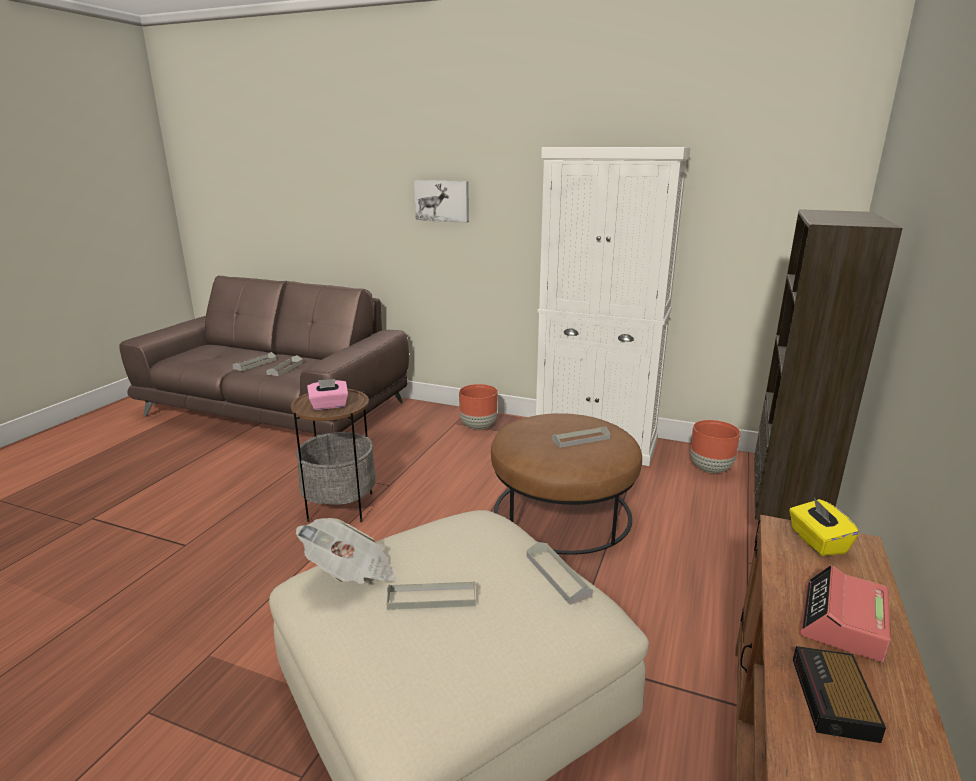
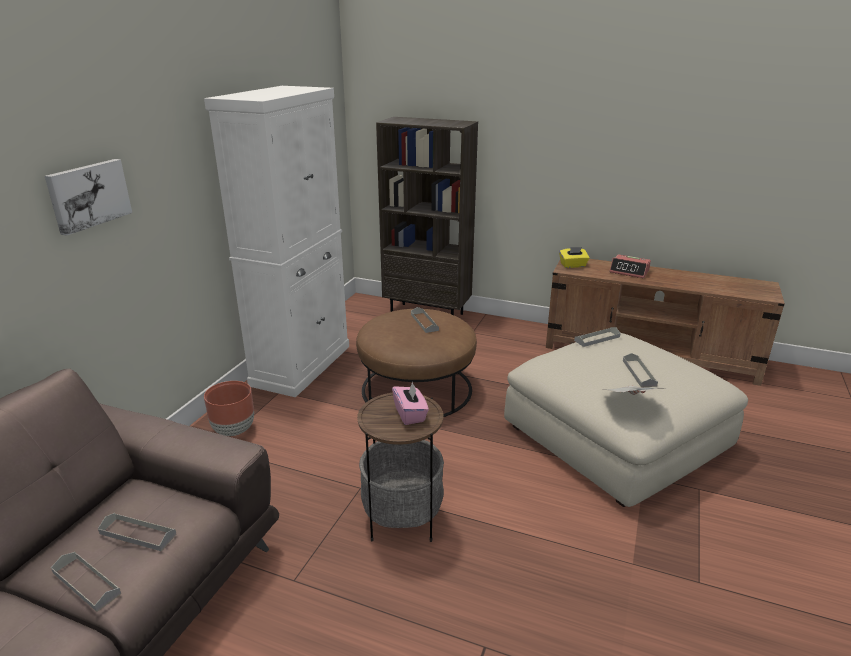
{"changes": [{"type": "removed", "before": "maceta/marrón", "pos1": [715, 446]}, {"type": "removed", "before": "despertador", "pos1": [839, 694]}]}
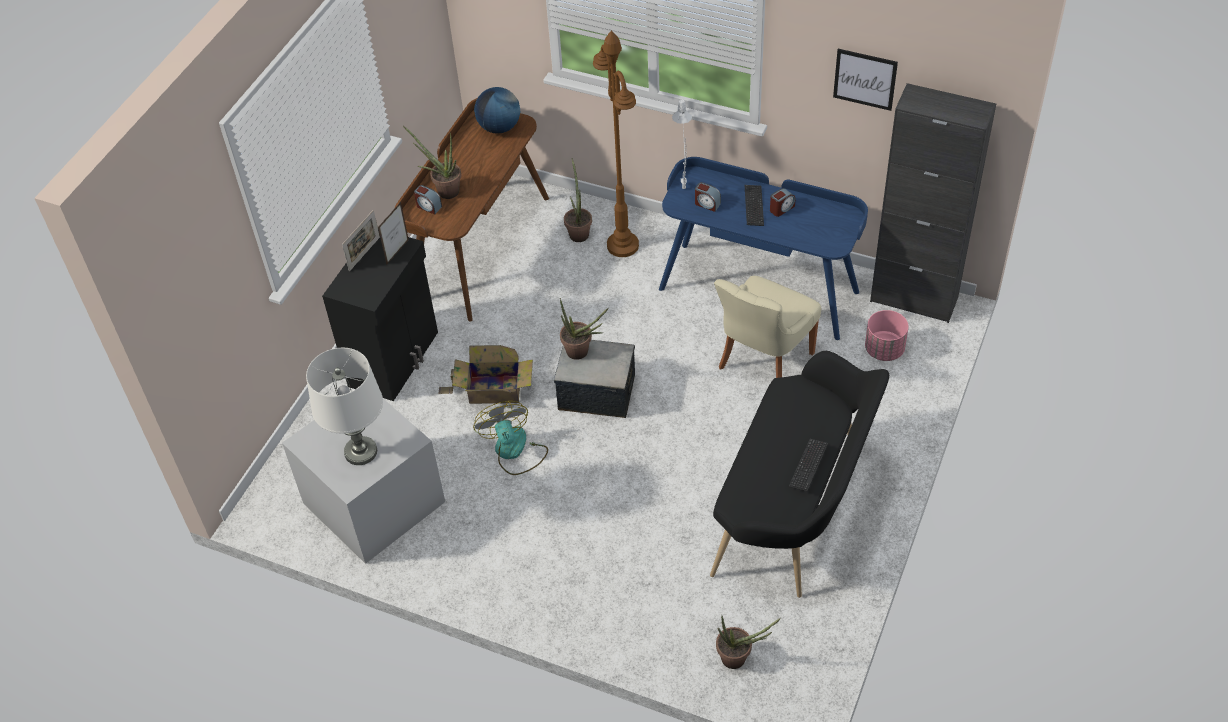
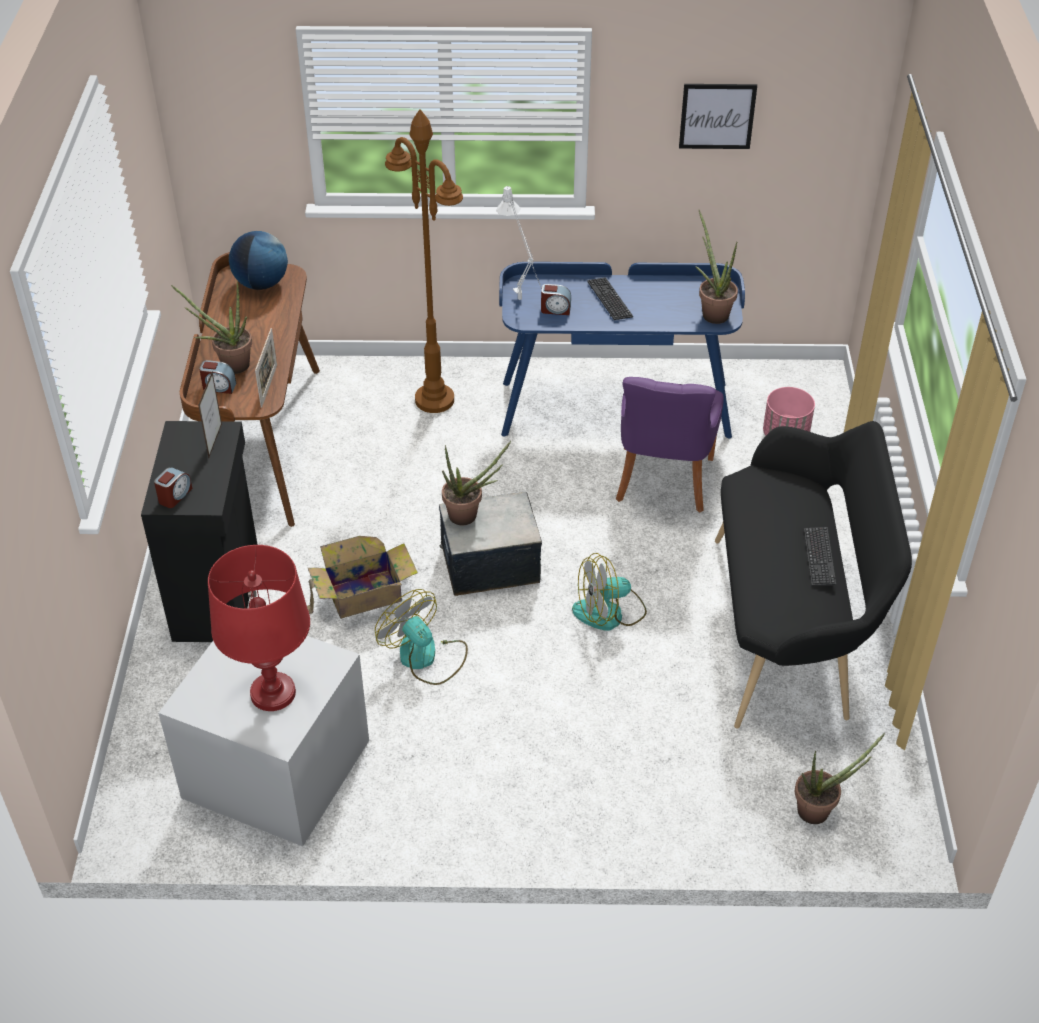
{"changes": [{"type": "recoloured", "before": "lámpara de mesa/blanco", "after": "lámpara de mesa/rojo", "pos1": [344, 406], "pos2": [259, 628]}, {"type": "moved", "before": "portarretratos", "pos1": [361, 240], "pos2": [266, 368]}, {"type": "moved", "before": "planta en maceta", "pos1": [578, 200], "pos2": [716, 267]}, {"type": "recoloured", "before": "silla/beis", "after": "silla/morado", "pos1": [767, 327], "pos2": [670, 445]}, {"type": "moved", "before": "despertador", "pos1": [782, 202], "pos2": [173, 487]}, {"type": "removed", "before": "armario/negro", "pos1": [933, 203]}, {"type": "added", "after": "ventilador", "pos2": [609, 592]}]}
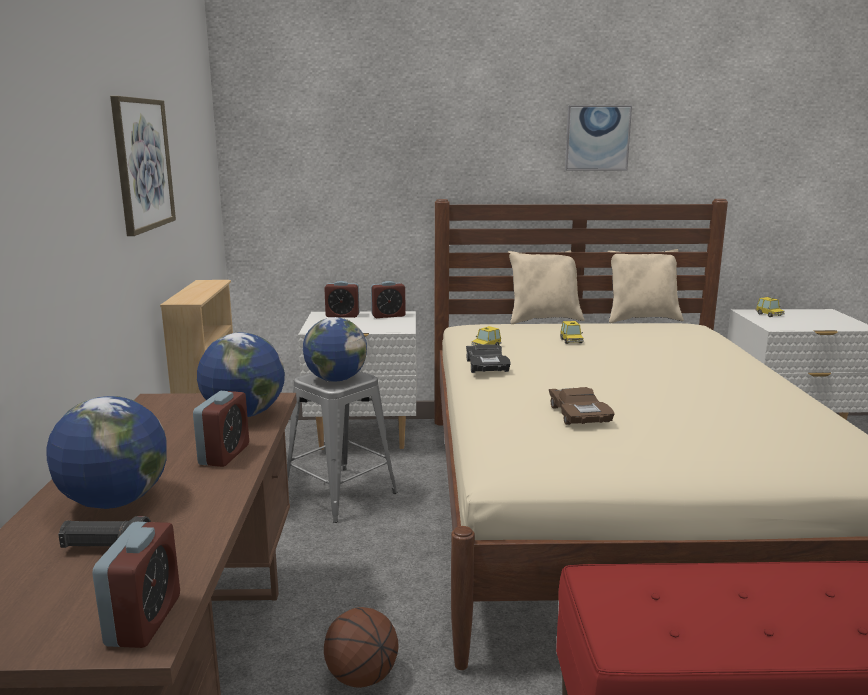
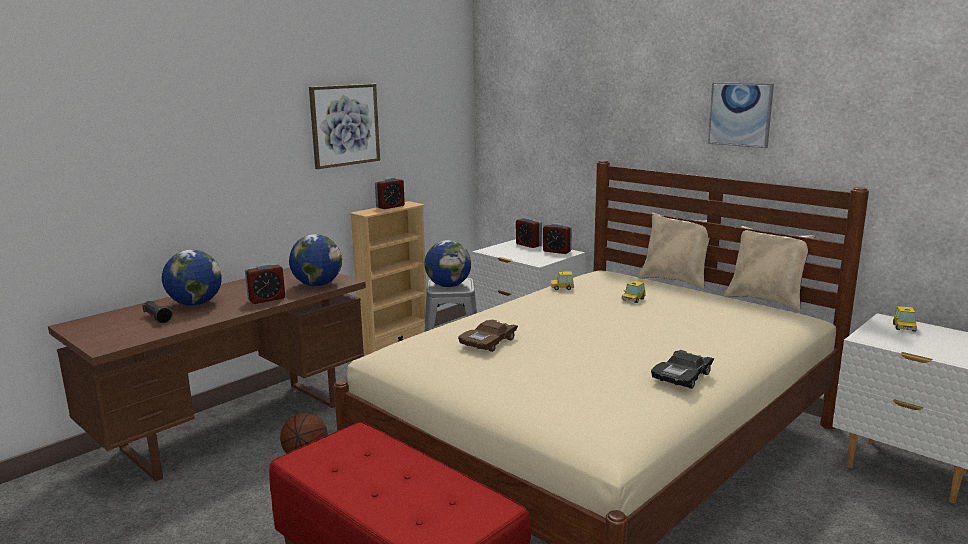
{"changes": [{"type": "moved", "before": "despertador", "pos1": [136, 585], "pos2": [390, 193]}, {"type": "moved", "before": "coche de juguete/negro", "pos1": [488, 358], "pos2": [682, 369]}]}
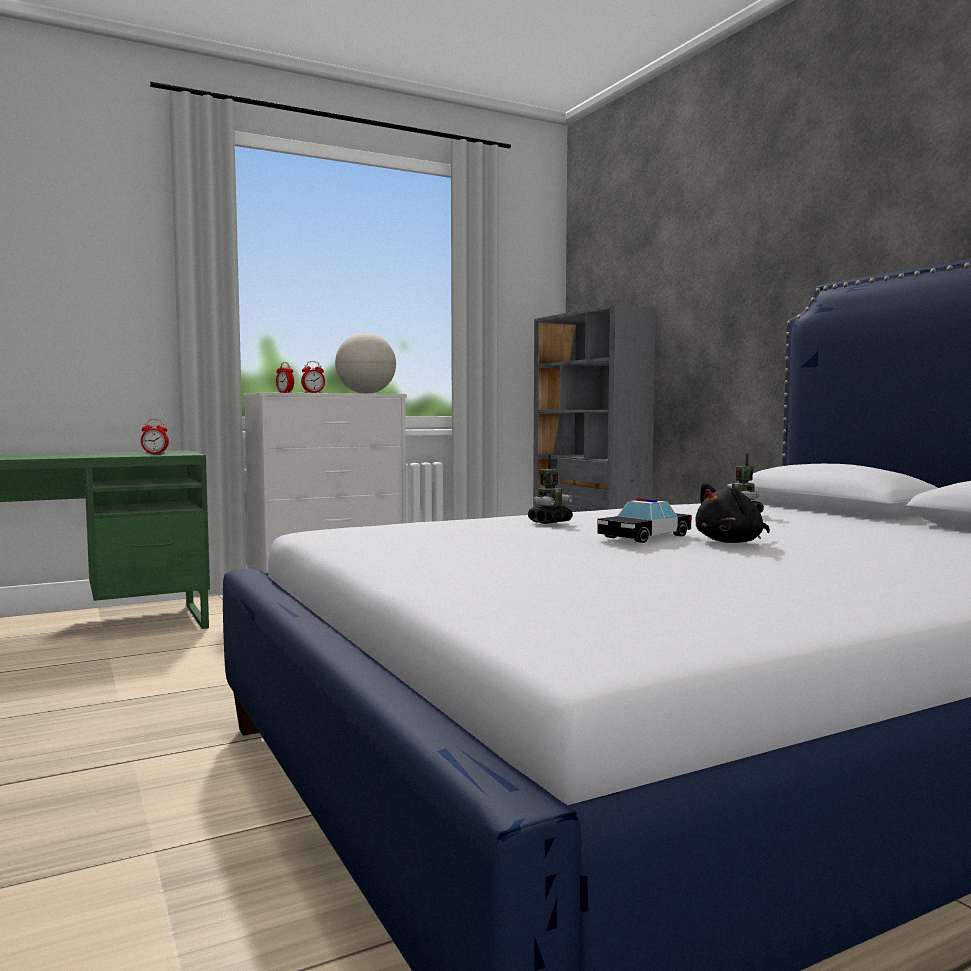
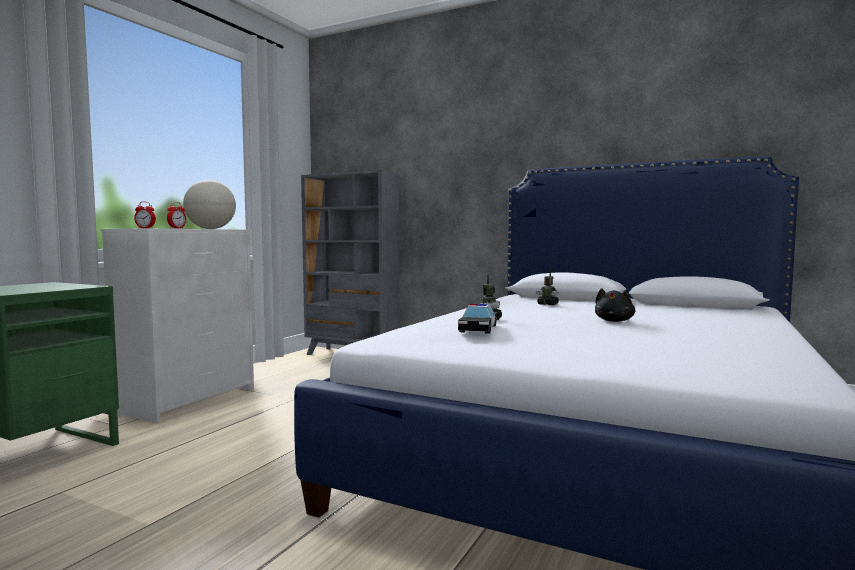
{"changes": [{"type": "removed", "before": "despertador", "pos1": [155, 436]}, {"type": "moved", "before": "coche de juguete", "pos1": [644, 520], "pos2": [477, 319]}]}
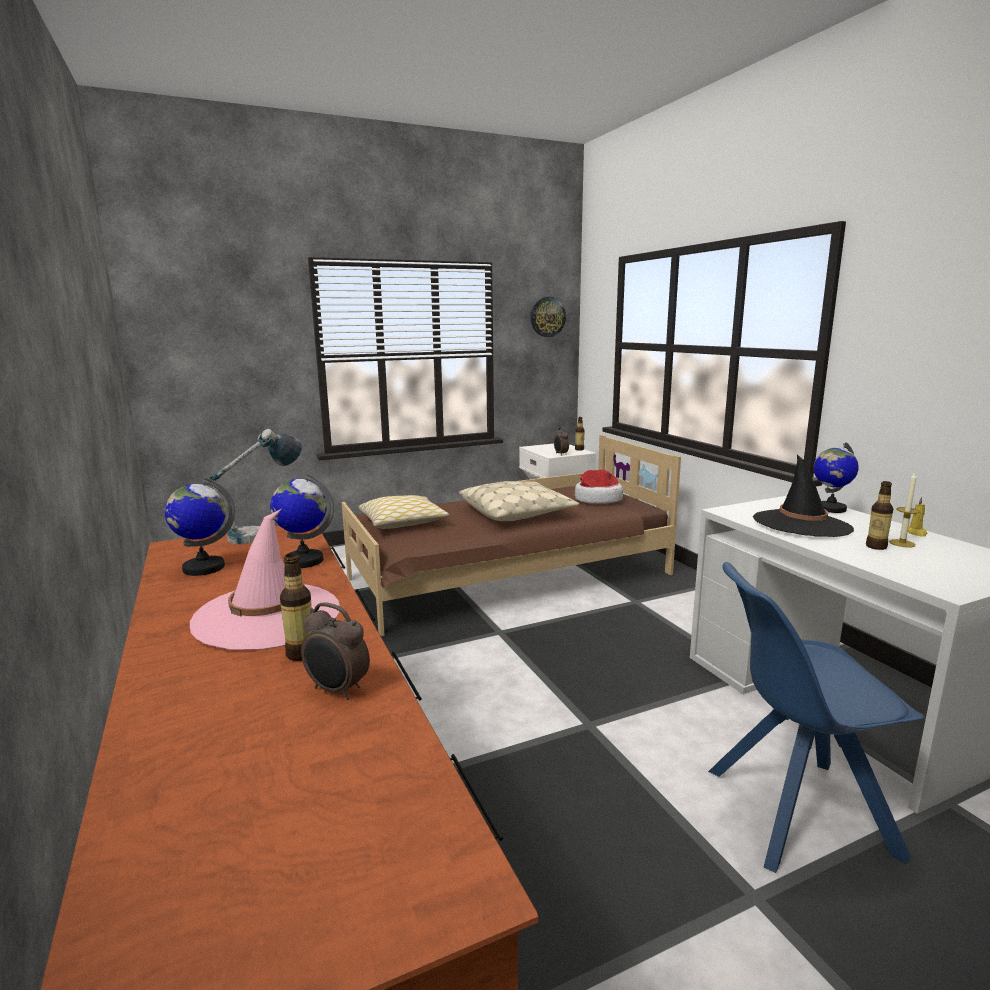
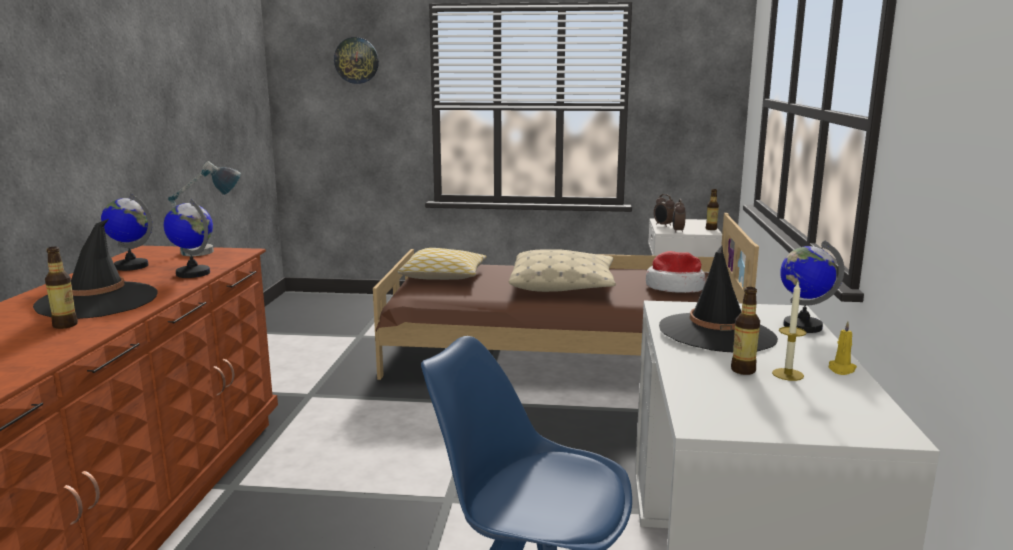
{"changes": [{"type": "recoloured", "before": "sombrero/rosa", "after": "sombrero/negro", "pos1": [265, 579], "pos2": [95, 269]}, {"type": "moved", "before": "despertador", "pos1": [335, 651], "pos2": [664, 210]}, {"type": "moved", "before": "reloj de pared", "pos1": [548, 317], "pos2": [356, 60]}]}
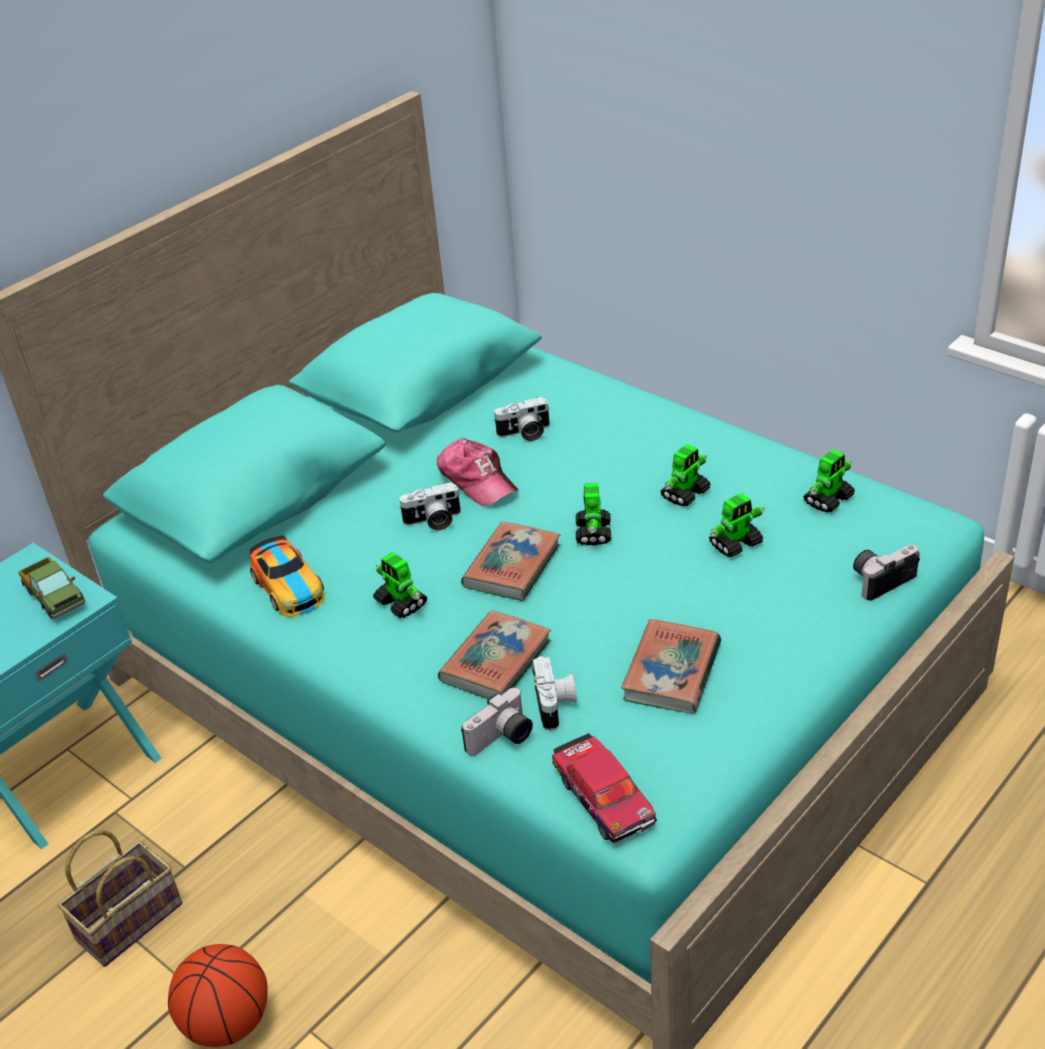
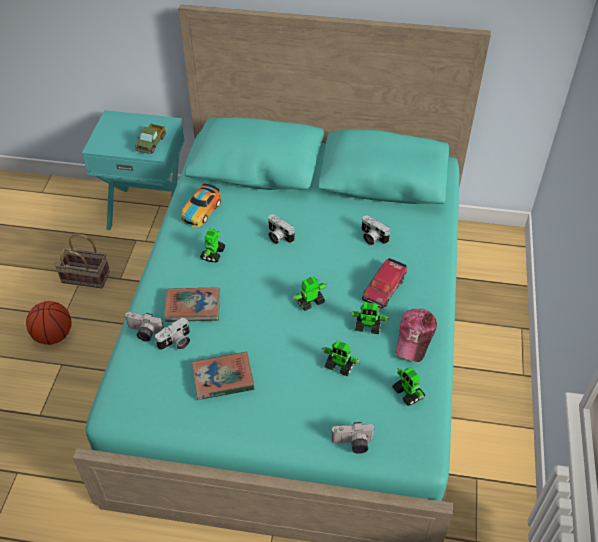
{"changes": [{"type": "moved", "before": "gorra", "pos1": [477, 472], "pos2": [416, 335]}, {"type": "removed", "before": "libro", "pos1": [510, 561]}, {"type": "moved", "before": "coche de juguete", "pos1": [604, 788], "pos2": [384, 283]}, {"type": "turned", "before": "robot de juguete", "pos1": [829, 481], "pos2": [408, 386], "turn": 45}, {"type": "turned", "before": "cámara", "pos1": [886, 573], "pos2": [352, 438], "turn": 150}]}
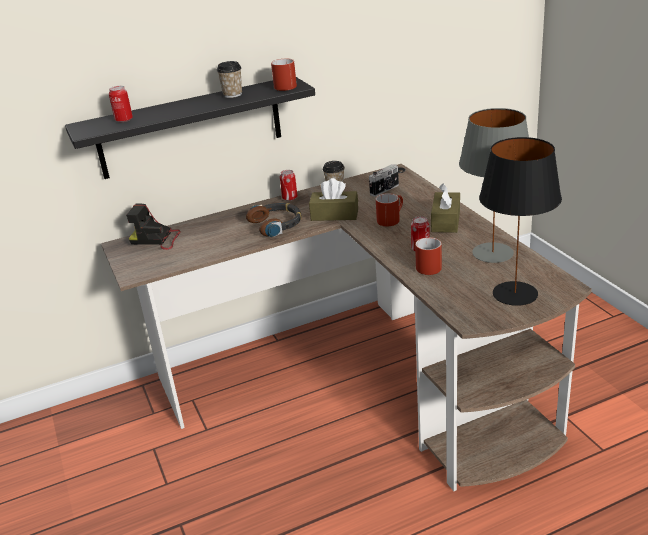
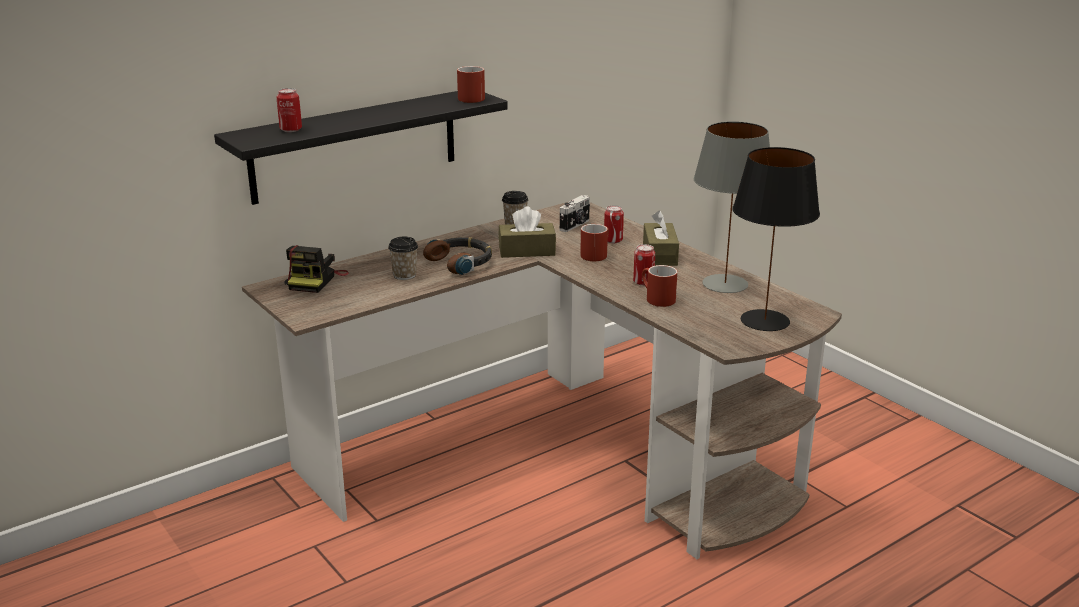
{"changes": [{"type": "turned", "before": "cámara", "pos1": [153, 226], "pos2": [317, 269], "turn": -75}, {"type": "moved", "before": "taza", "pos1": [229, 79], "pos2": [403, 258]}, {"type": "moved", "before": "lata", "pos1": [288, 185], "pos2": [614, 224]}]}
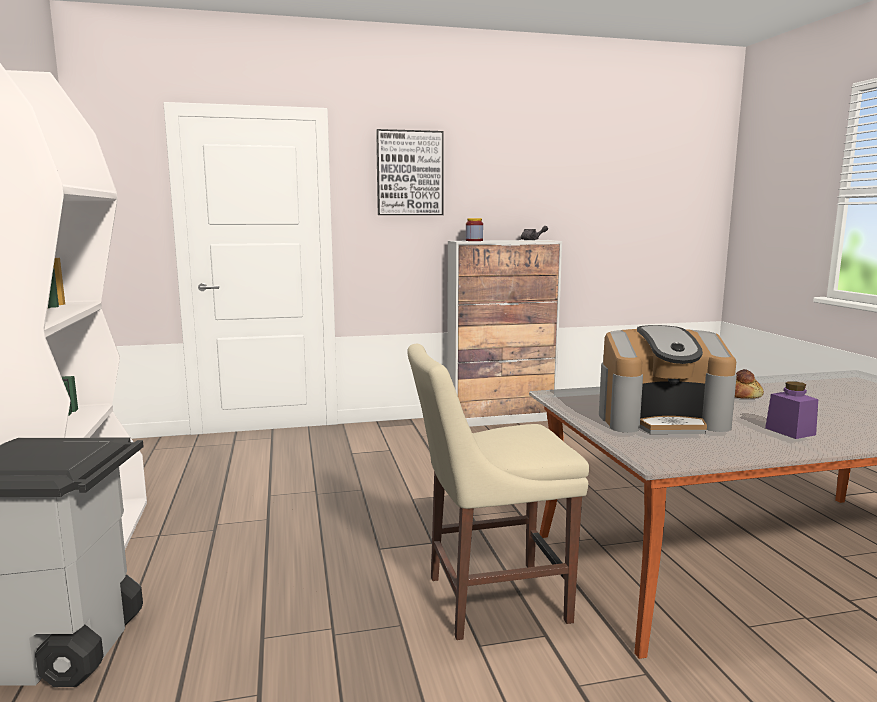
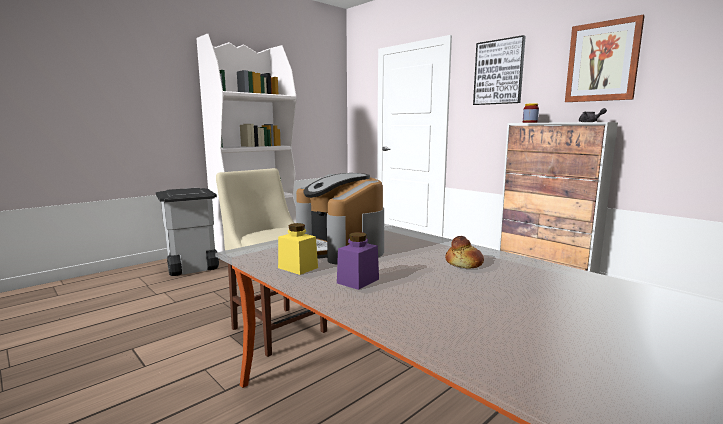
{"changes": [{"type": "added", "after": "tarro/amarillo", "pos2": [298, 249]}, {"type": "added", "after": "cuadro", "pos2": [605, 58]}]}
